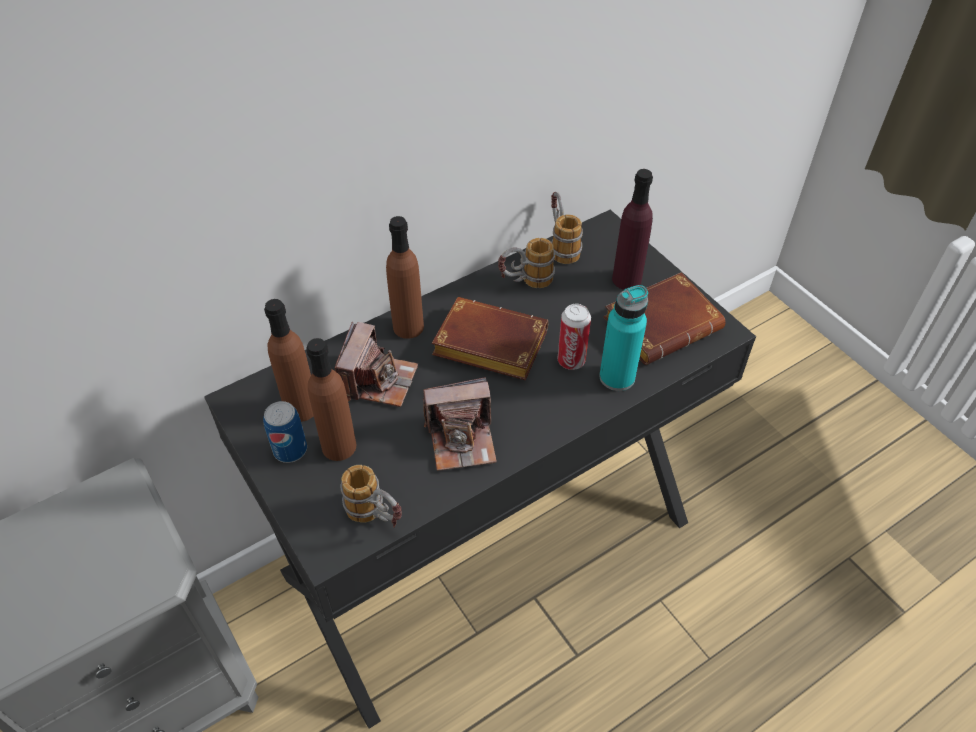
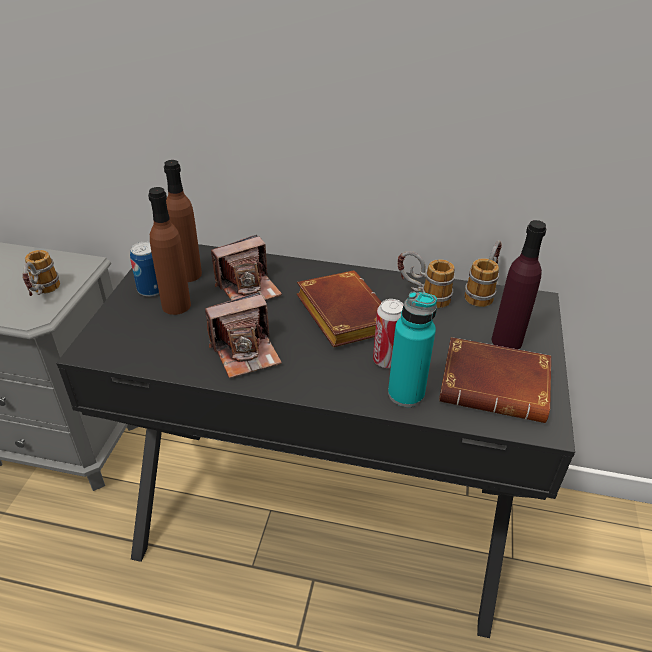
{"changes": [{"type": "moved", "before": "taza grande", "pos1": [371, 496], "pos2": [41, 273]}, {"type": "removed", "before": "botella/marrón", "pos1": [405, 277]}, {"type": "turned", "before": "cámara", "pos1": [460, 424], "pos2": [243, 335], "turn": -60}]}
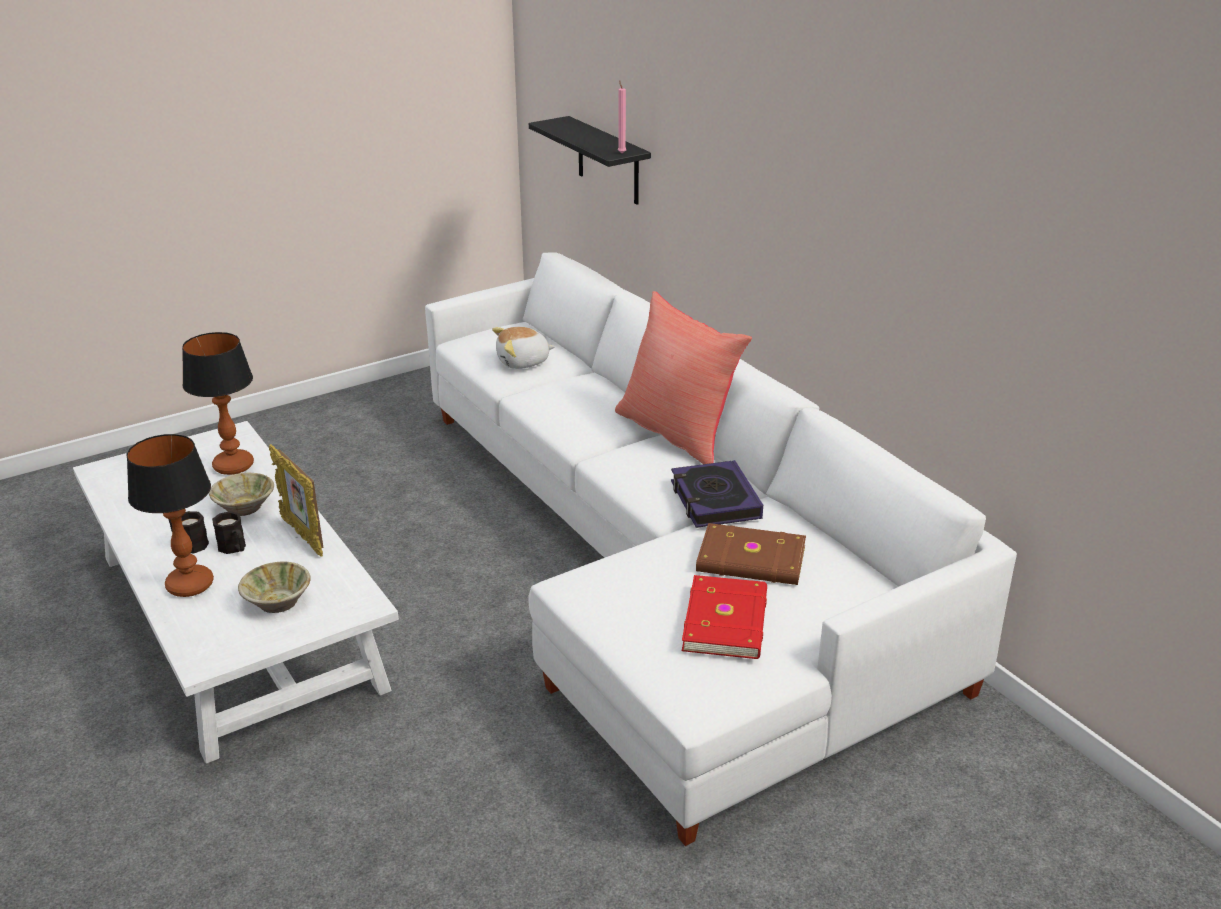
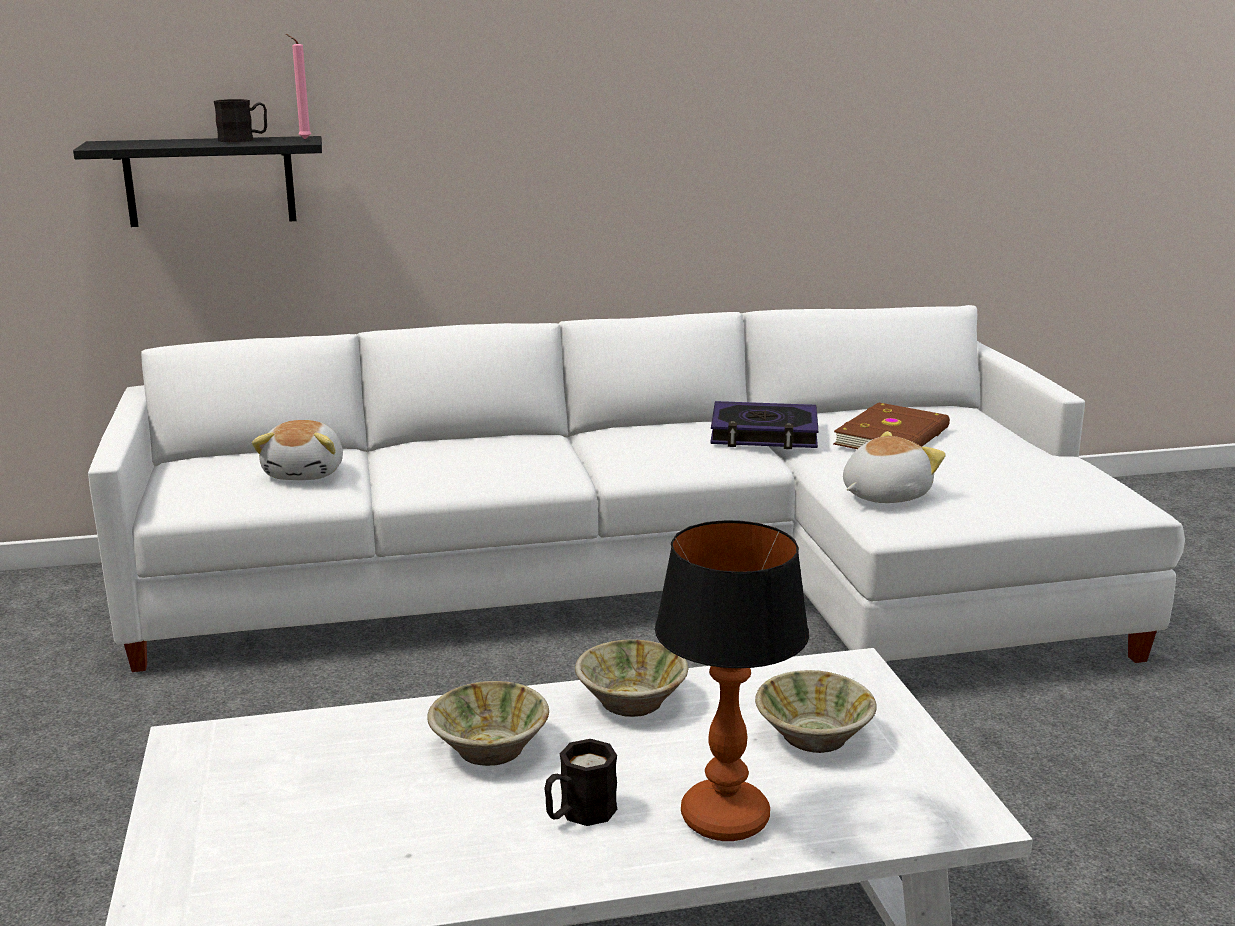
{"changes": [{"type": "removed", "before": "lámpara de mesa", "pos1": [218, 403]}, {"type": "moved", "before": "taza grande/negro", "pos1": [229, 532], "pos2": [240, 120]}, {"type": "replaced", "before": "portarretratos", "after": "cuenco/beis", "pos1": [296, 500], "pos2": [631, 678]}, {"type": "removed", "before": "cojín/rojo", "pos1": [683, 377]}, {"type": "removed", "before": "libro/rojo", "pos1": [724, 617]}, {"type": "added", "after": "peluche", "pos2": [894, 467]}]}
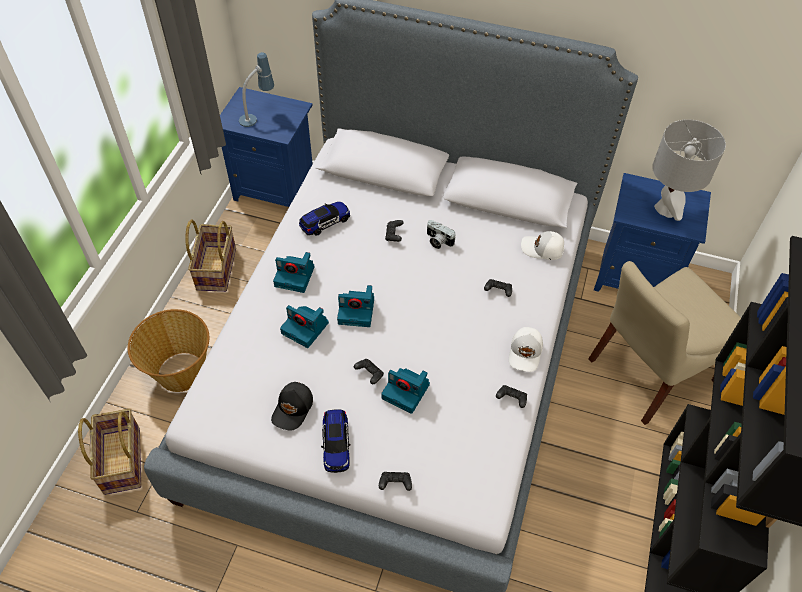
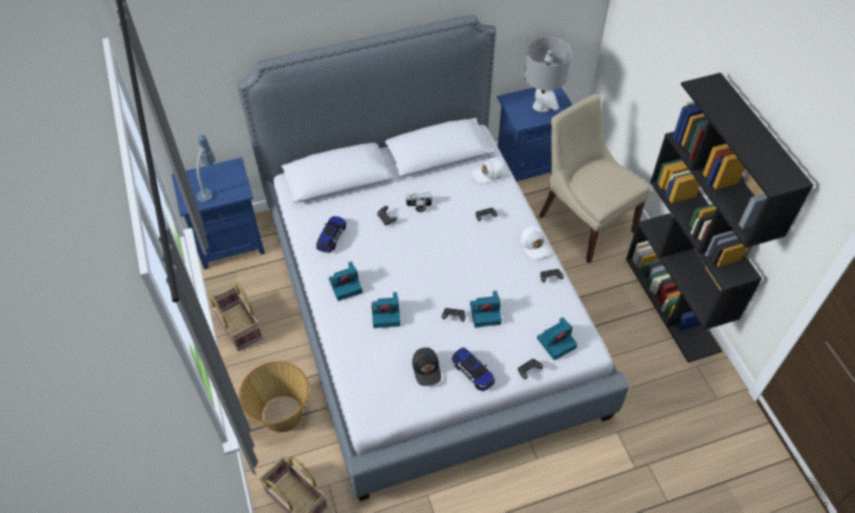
{"changes": [{"type": "moved", "before": "cámara", "pos1": [355, 306], "pos2": [557, 338]}, {"type": "turned", "before": "silla/beis", "pos1": [664, 343], "pos2": [595, 178], "turn": 120}]}
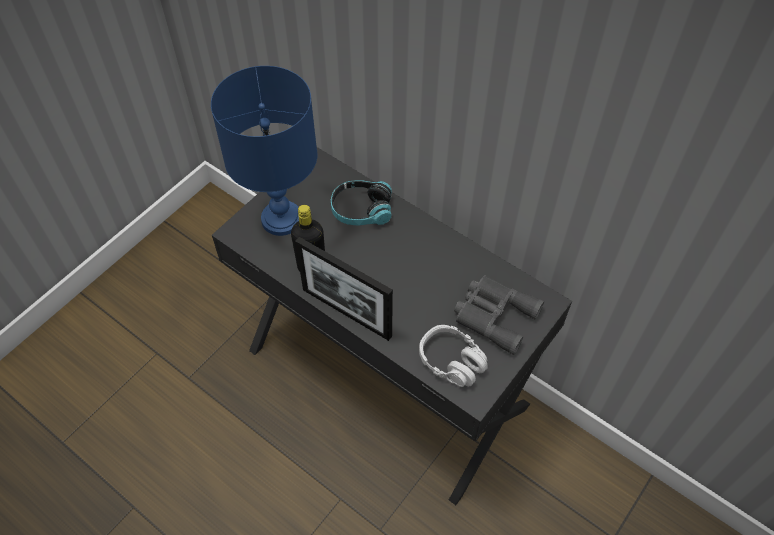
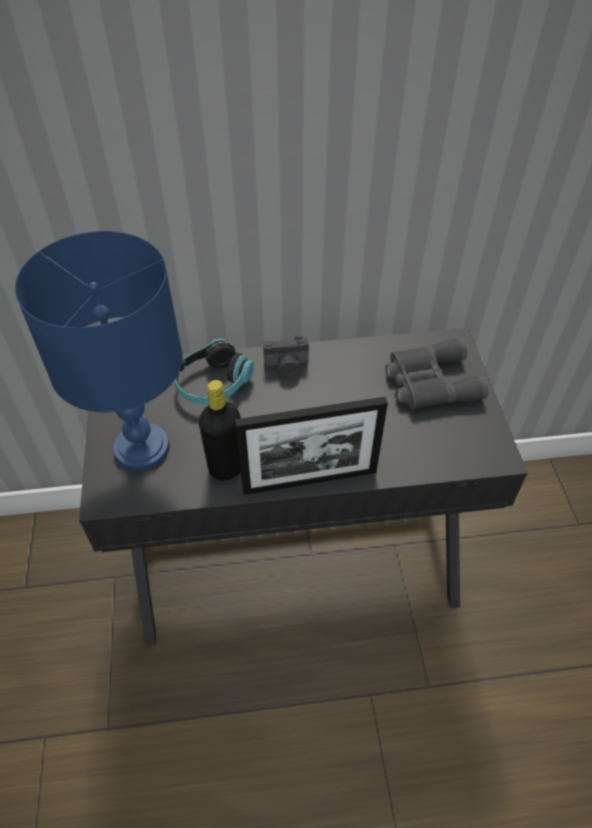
{"changes": [{"type": "removed", "before": "auriculares/gris", "pos1": [453, 356]}, {"type": "added", "after": "cámara", "pos2": [286, 356]}]}
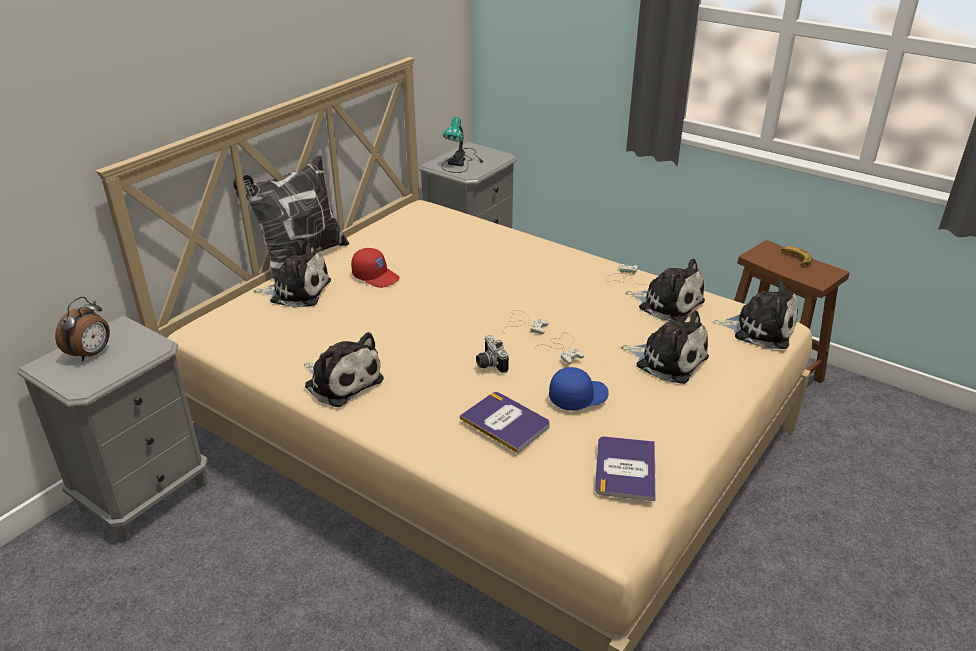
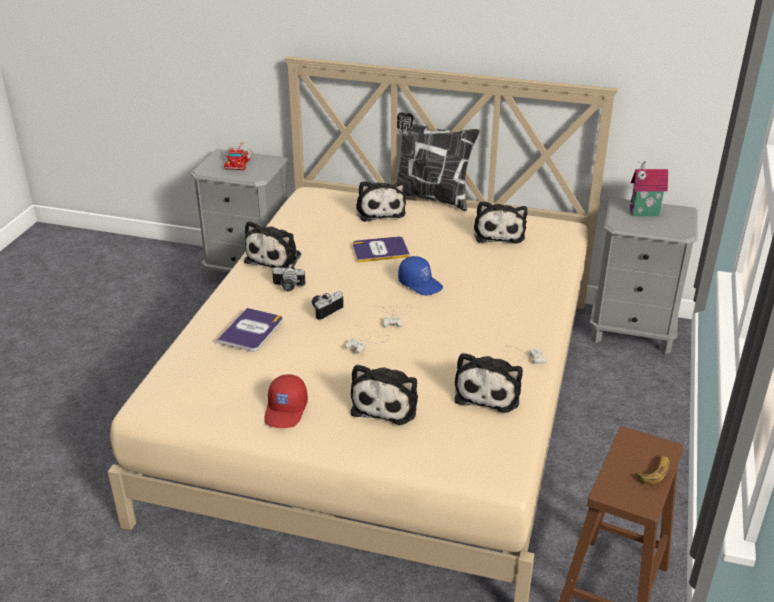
{"changes": [{"type": "replaced", "before": "despertador", "after": "camión de juguete", "pos1": [82, 329], "pos2": [238, 155]}, {"type": "moved", "before": "gorra/rojo", "pos1": [375, 268], "pos2": [286, 401]}, {"type": "replaced", "before": "lámpara de mesa", "after": "casita", "pos1": [463, 145], "pos2": [648, 188]}, {"type": "moved", "before": "gorra/azul", "pos1": [578, 388], "pos2": [420, 276]}, {"type": "moved", "before": "libro", "pos1": [625, 468], "pos2": [381, 249]}, {"type": "moved", "before": "peluche", "pos1": [755, 314], "pos2": [500, 222]}, {"type": "added", "after": "cámara", "pos2": [289, 277]}]}
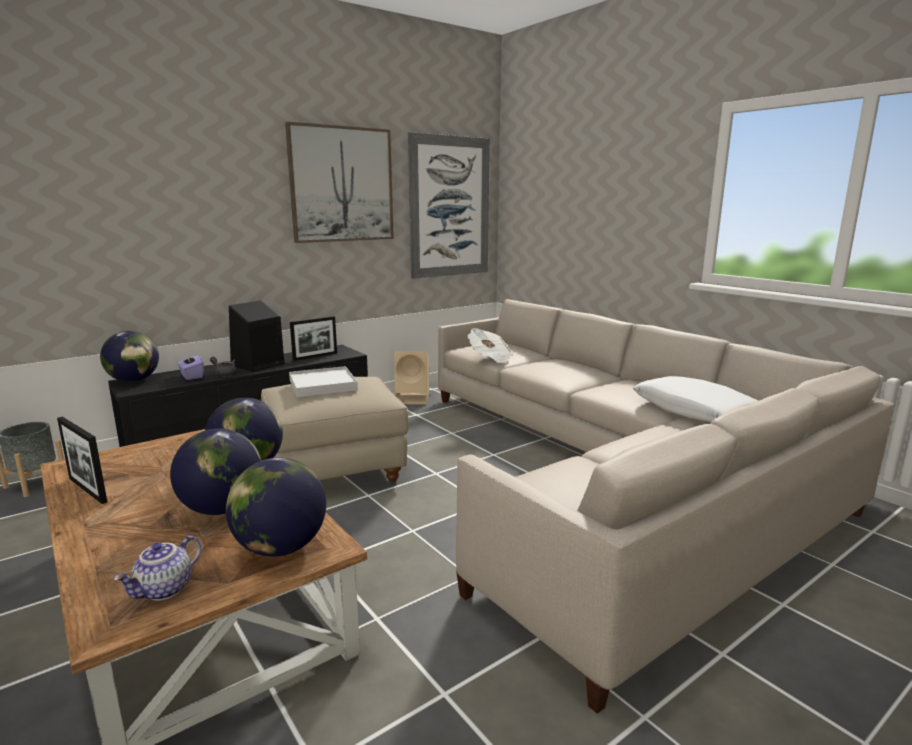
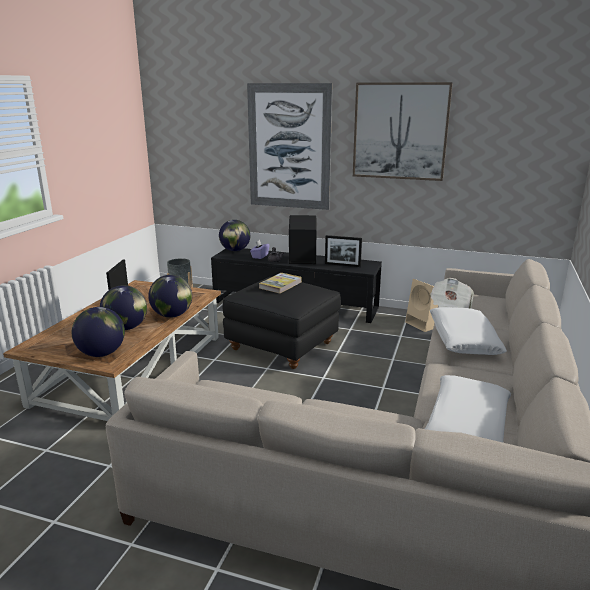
{"changes": [{"type": "removed", "before": "tetera", "pos1": [157, 568]}, {"type": "recoloured", "before": "puf/beis", "after": "puf/negro", "pos1": [335, 429], "pos2": [282, 323]}, {"type": "replaced", "before": "bandeja/blanco", "after": "libro", "pos1": [323, 381], "pos2": [280, 283]}, {"type": "moved", "before": "cuadro", "pos1": [449, 205], "pos2": [290, 146]}, {"type": "added", "after": "cojín/blanco", "pos2": [468, 331]}]}
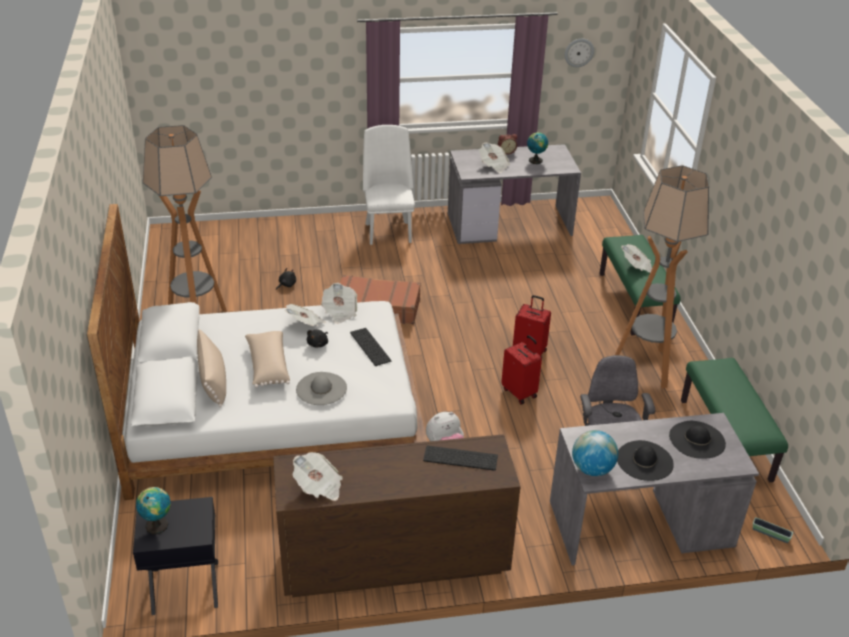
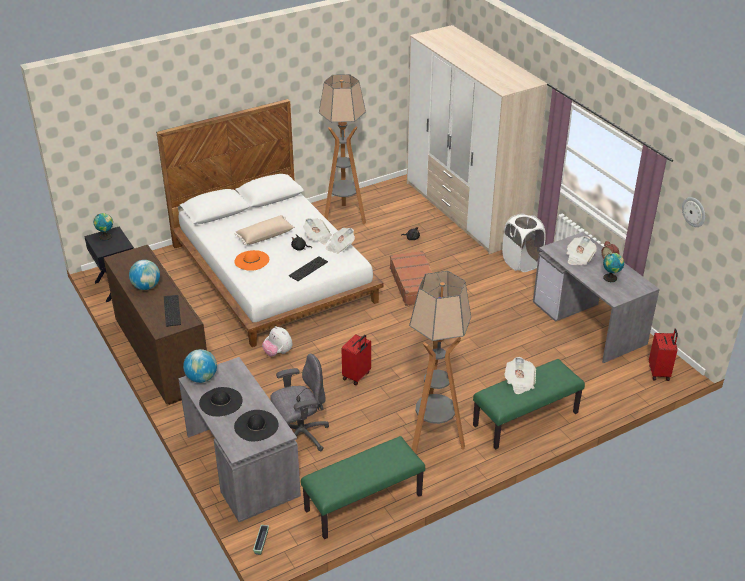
{"changes": [{"type": "removed", "before": "cojín/beis", "pos1": [211, 368]}, {"type": "removed", "before": "periódico", "pos1": [317, 476]}, {"type": "recoloured", "before": "sombrero/gris", "after": "sombrero/naranja", "pos1": [321, 388], "pos2": [251, 260]}, {"type": "replaced", "before": "silla/blanco", "after": "cesto de la ropa/blanco", "pos1": [389, 185], "pos2": [524, 242]}, {"type": "moved", "before": "maleta/rojo", "pos1": [532, 326], "pos2": [663, 355]}, {"type": "added", "after": "globo terráqueo", "pos2": [144, 275]}, {"type": "added", "after": "armario ropero", "pos2": [477, 139]}]}
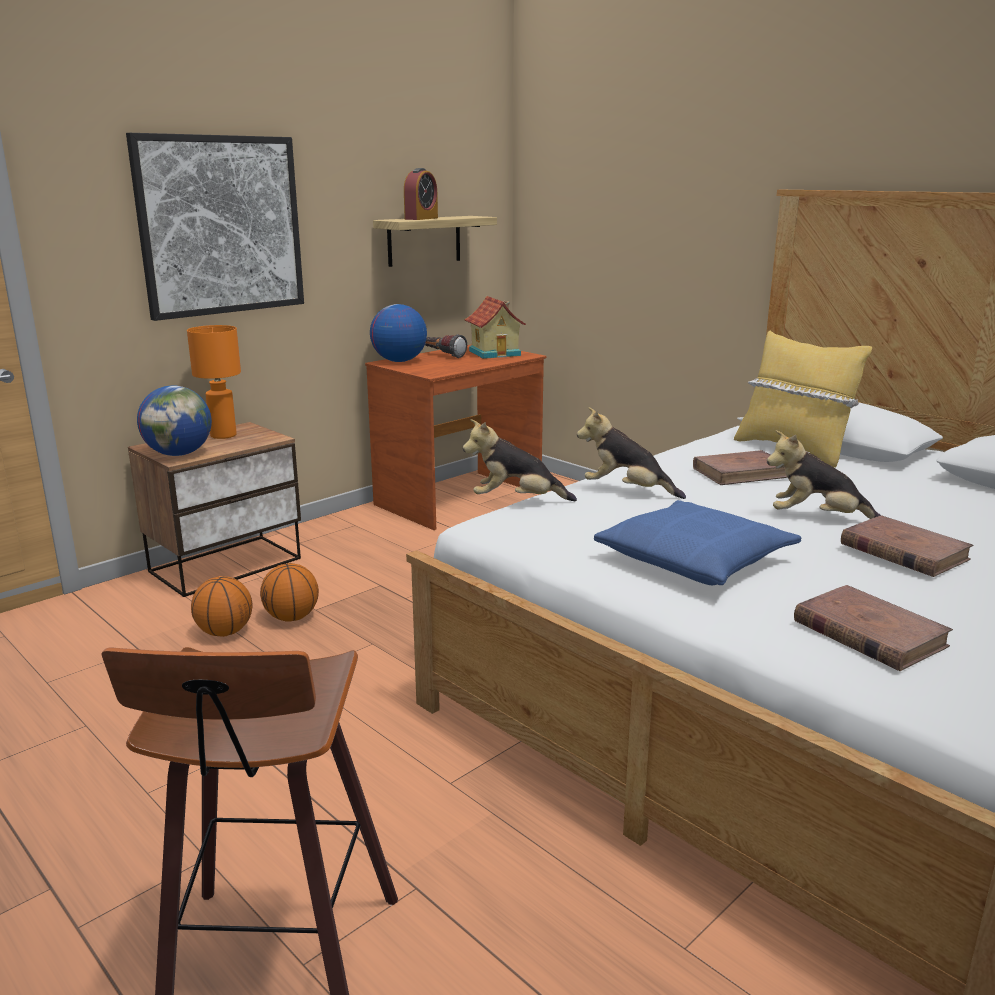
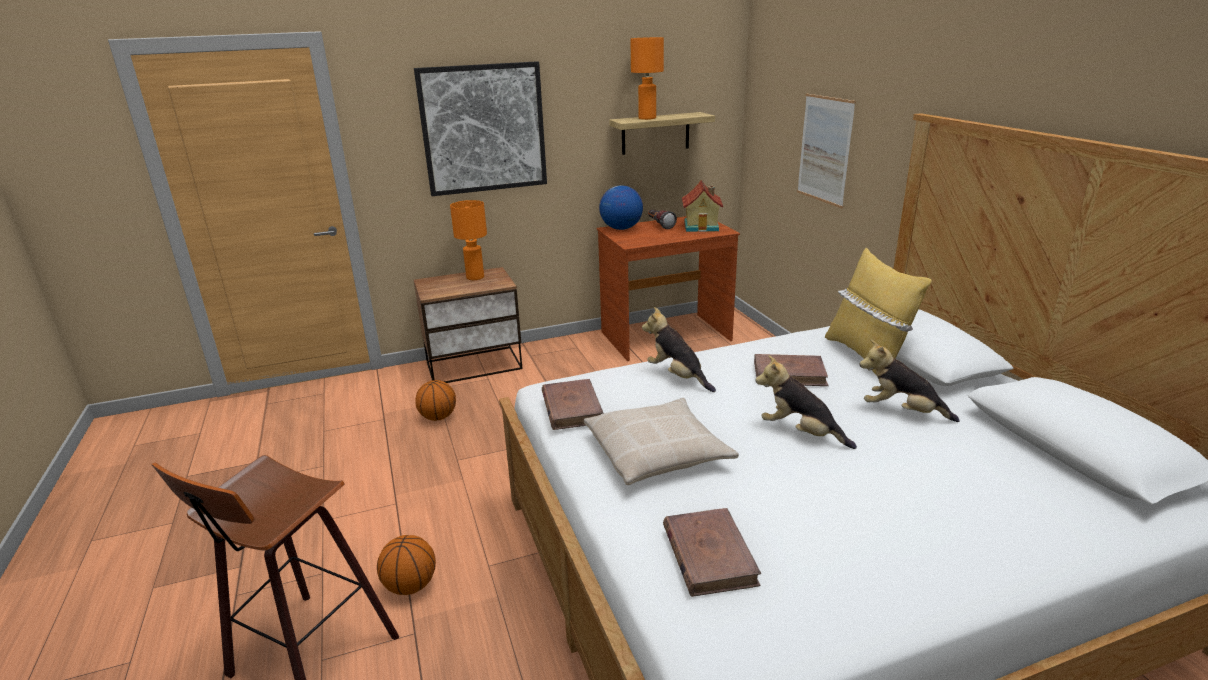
{"changes": [{"type": "removed", "before": "globo terráqueo", "pos1": [174, 420]}, {"type": "moved", "before": "balón de baloncesto", "pos1": [289, 592], "pos2": [406, 565]}, {"type": "replaced", "before": "despertador", "after": "lámpara de mesa/naranja", "pos1": [421, 194], "pos2": [647, 78]}, {"type": "moved", "before": "peluche", "pos1": [520, 460], "pos2": [909, 380]}, {"type": "recoloured", "before": "cojín/azul", "after": "cojín/beis", "pos1": [697, 542], "pos2": [661, 441]}, {"type": "moved", "before": "libro/marrón", "pos1": [907, 546], "pos2": [573, 404]}, {"type": "added", "after": "cuadro", "pos2": [826, 151]}]}
